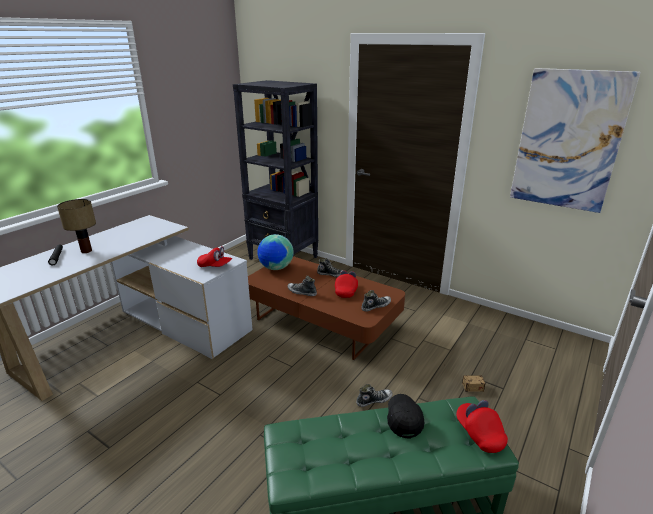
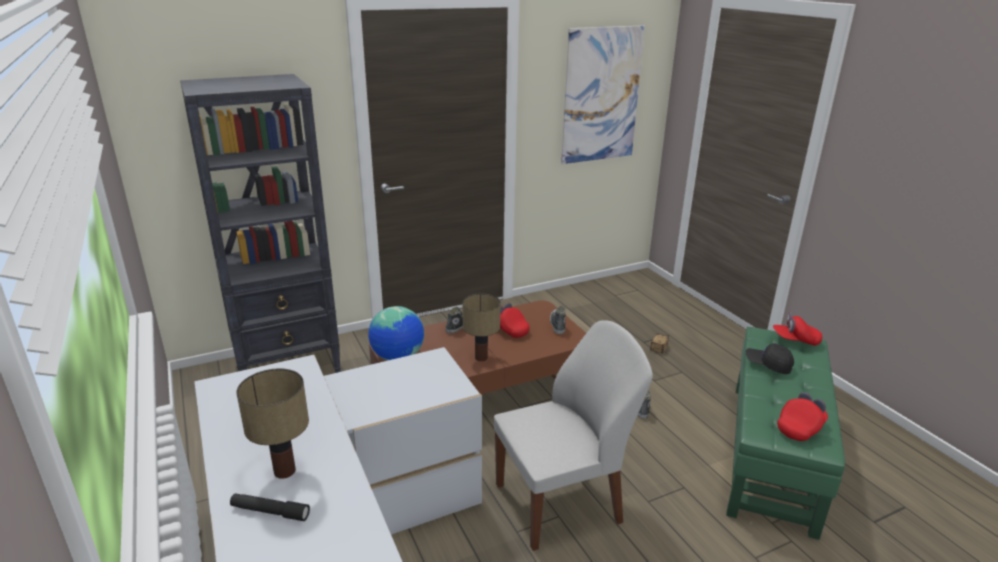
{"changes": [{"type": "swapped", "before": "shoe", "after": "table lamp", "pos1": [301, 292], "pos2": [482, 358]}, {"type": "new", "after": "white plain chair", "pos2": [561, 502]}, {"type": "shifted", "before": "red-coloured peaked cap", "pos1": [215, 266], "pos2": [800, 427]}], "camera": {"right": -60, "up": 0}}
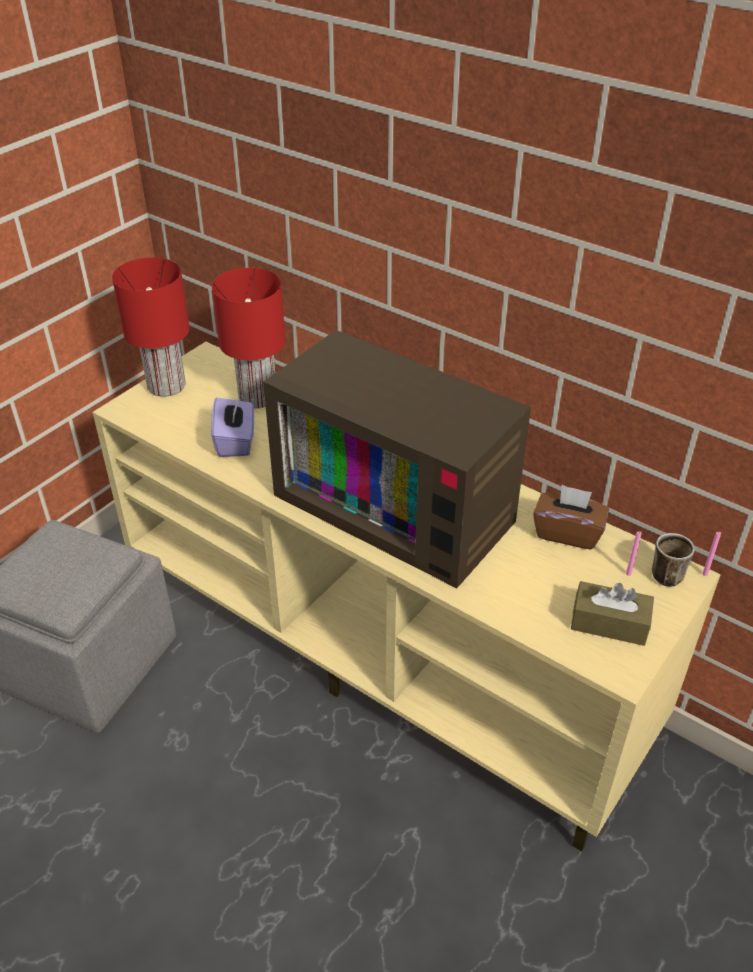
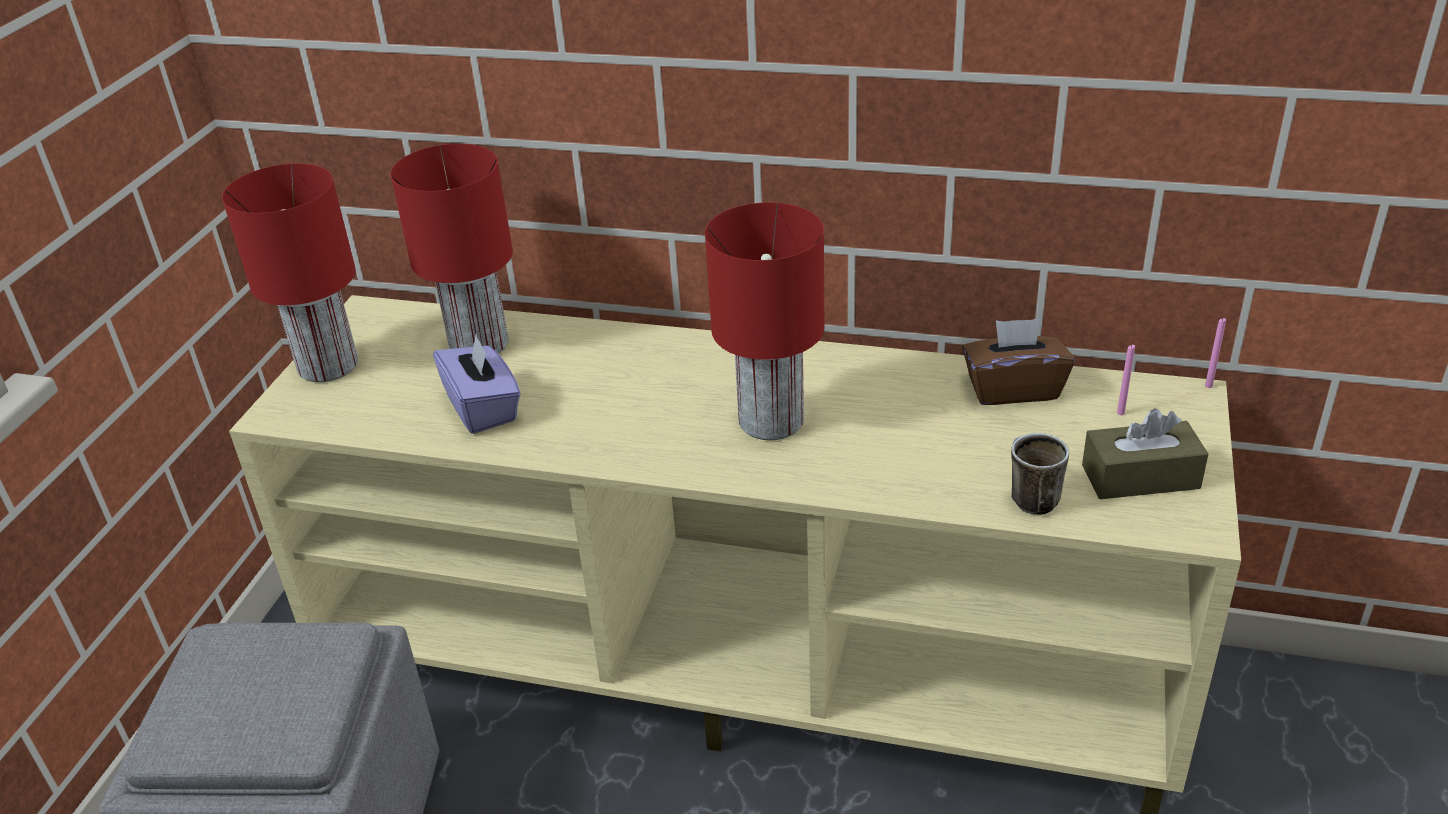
{"changes": [{"type": "swapped", "before": "TV set", "after": "red-coloured table lamp", "pos1": [399, 505], "pos2": [773, 420]}, {"type": "shifted", "before": "mug", "pos1": [664, 573], "pos2": [1028, 498]}], "camera": {"right": -20, "up": -5}}
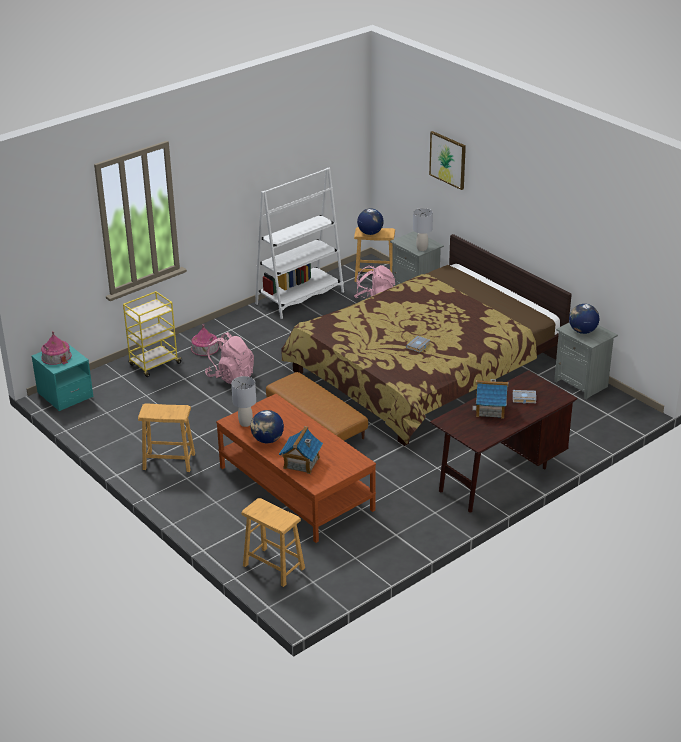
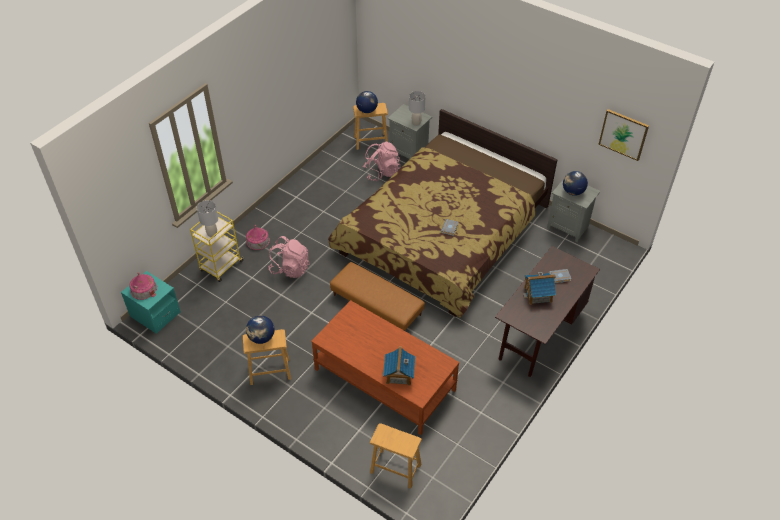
{"changes": [{"type": "shifted", "before": "grey table lamp", "pos1": [245, 423], "pos2": [212, 234]}, {"type": "shifted", "before": "globe", "pos1": [267, 440], "pos2": [261, 338]}, {"type": "shifted", "before": "picture", "pos1": [448, 160], "pos2": [623, 134]}, {"type": "gone", "before": "white bookshelf", "pos1": [300, 298]}], "camera": {"right": -15, "up": 15}}
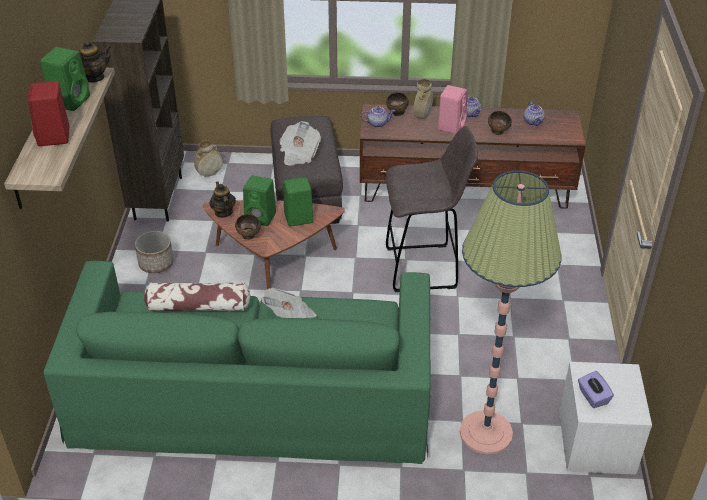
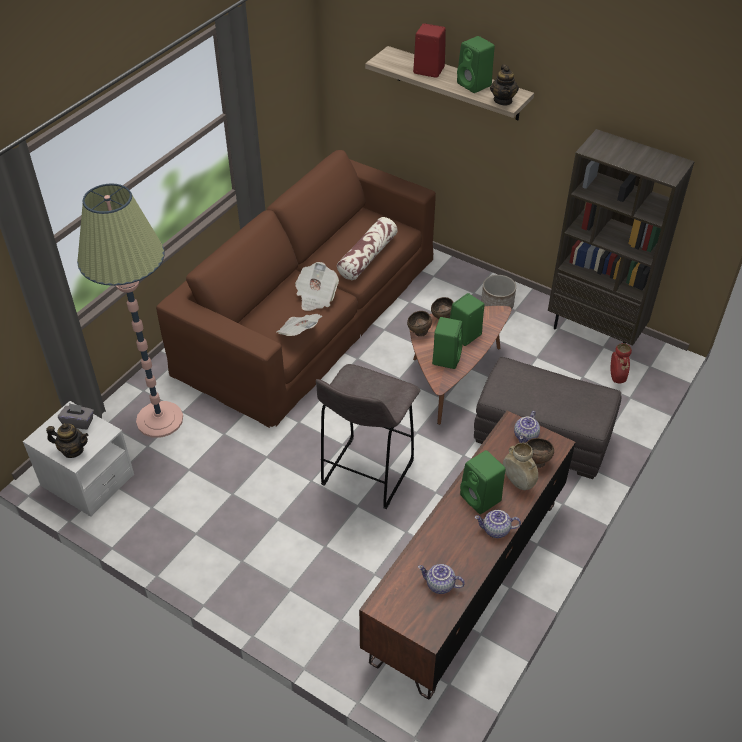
{"changes": [{"type": "shifted", "before": "teapot", "pos1": [223, 212], "pos2": [73, 450]}, {"type": "repainted", "before": "purple-coloured box of tissues", "after": "grey box of tissues", "pos1": [593, 397], "pos2": [78, 422]}, {"type": "repainted", "before": "green settee", "after": "brown-coloured settee", "pos1": [253, 394], "pos2": [308, 312]}, {"type": "shifted", "before": "newspaper", "pos1": [299, 154], "pos2": [299, 333]}, {"type": "shifted", "before": "brown-coloured bowl", "pos1": [498, 132], "pos2": [419, 333]}, {"type": "repainted", "before": "pink loudspeaker", "after": "green loudspeaker", "pos1": [451, 126], "pos2": [481, 498]}, {"type": "repainted", "before": "sand-coloured flower vase", "after": "red-coloured flower vase", "pos1": [209, 174], "pos2": [616, 378]}], "camera": {"right": 120, "up": 5}}
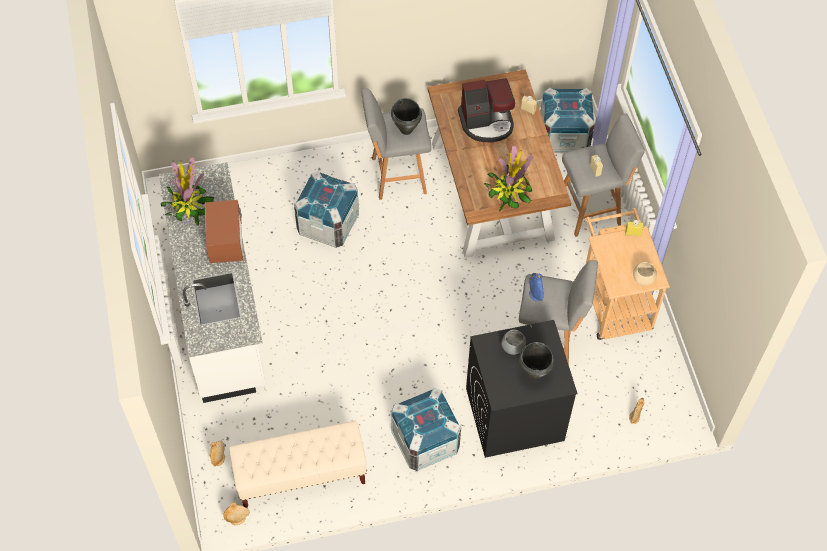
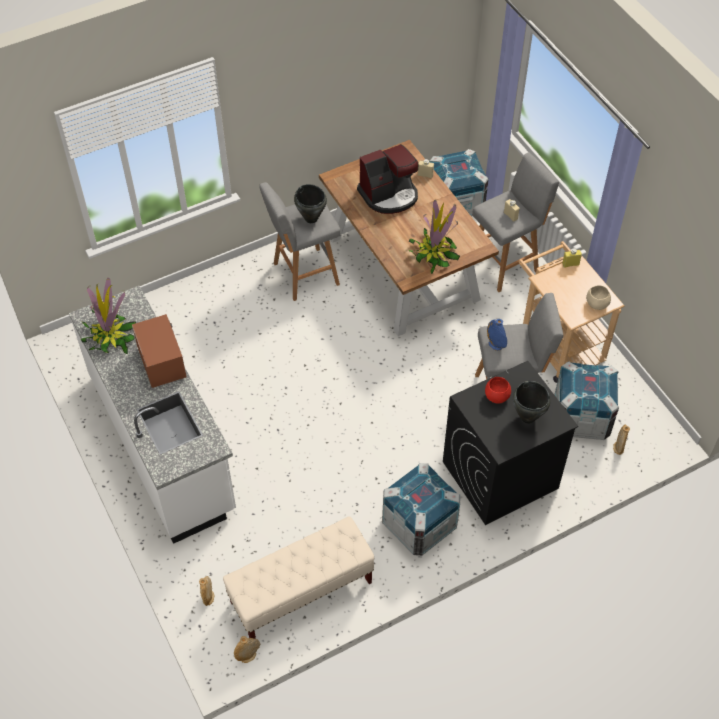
{"changes": [{"type": "repainted", "before": "grey bowl", "after": "red-coloured bowl", "pos1": [513, 347], "pos2": [497, 396]}, {"type": "shifted", "before": "shipping crate", "pos1": [328, 224], "pos2": [581, 417]}], "camera": {"right": -15, "up": -5}}
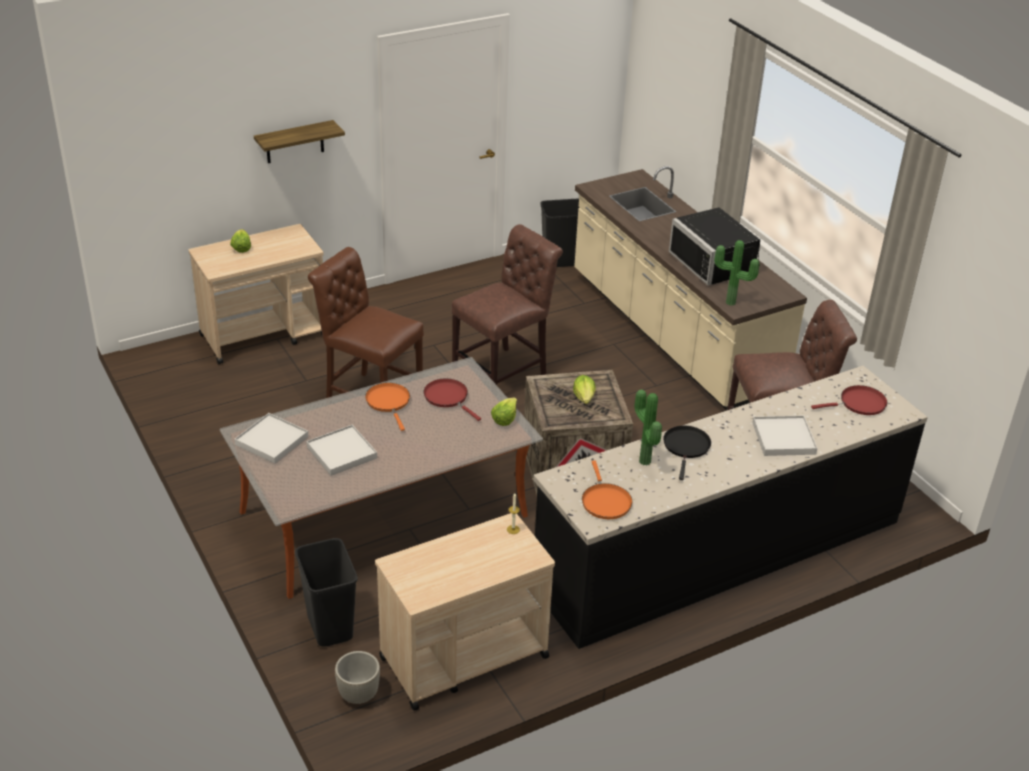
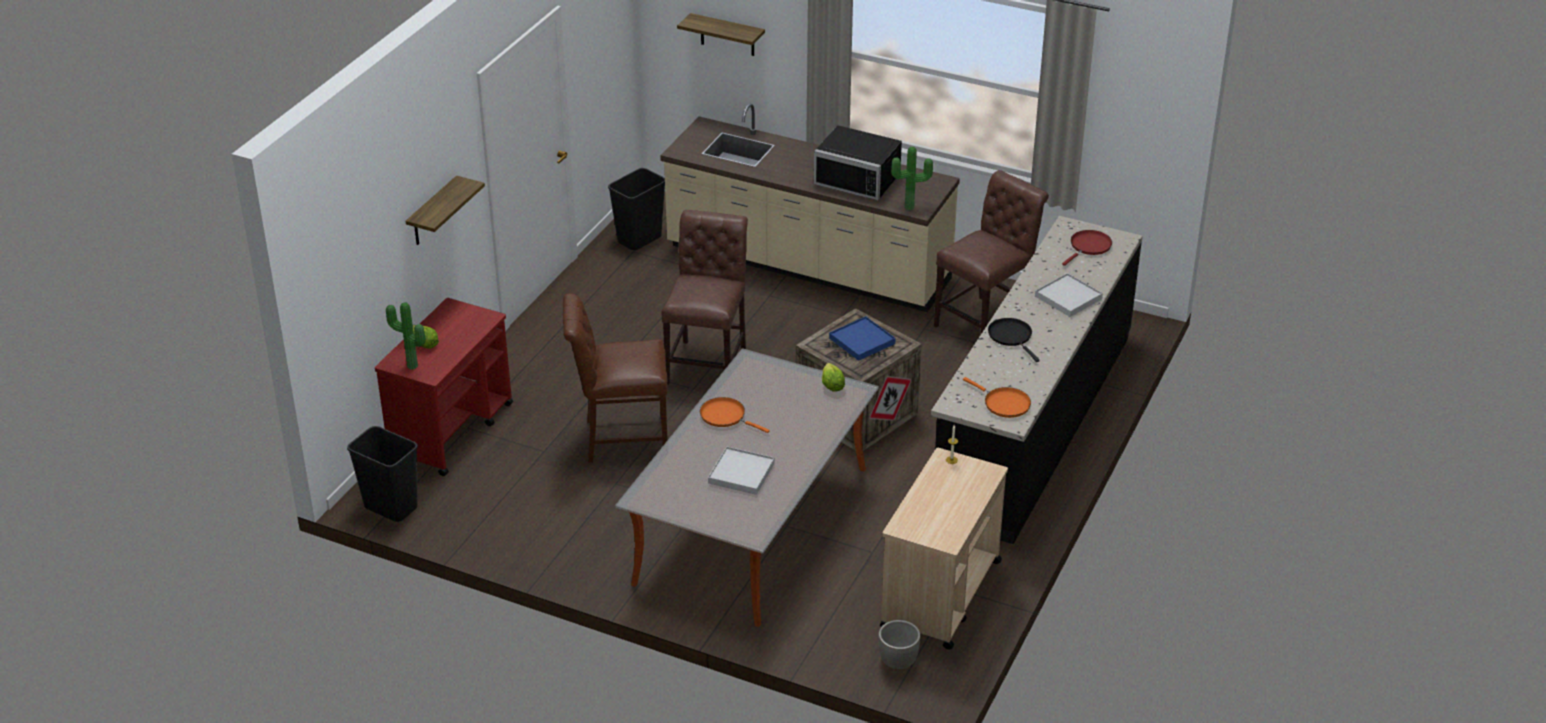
{"changes": [{"type": "shifted", "before": "black rubbish bin", "pos1": [331, 627], "pos2": [392, 507]}, {"type": "repainted", "before": "sand-coloured cart", "after": "red-coloured cart", "pos1": [264, 335], "pos2": [452, 430]}, {"type": "shifted", "before": "potted plant", "pos1": [642, 462], "pos2": [411, 367]}, {"type": "new", "after": "wall shelf", "pos2": [727, 35]}, {"type": "swapped", "before": "lettuce head", "after": "blue carrying tray", "pos1": [584, 398], "pos2": [862, 341]}, {"type": "gone", "before": "white carrying tray", "pos1": [272, 440]}, {"type": "gone", "before": "red-coloured skillet", "pos1": [448, 397]}], "camera": {"right": -35, "up": 0}}
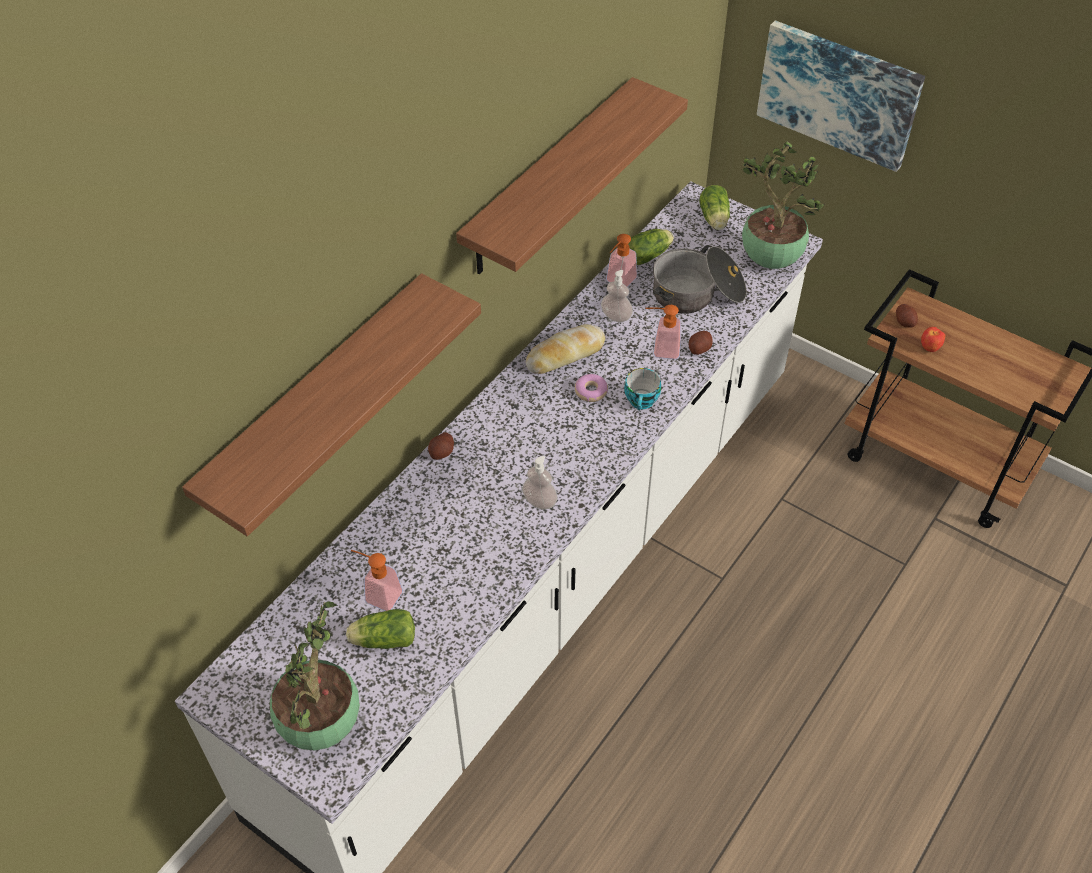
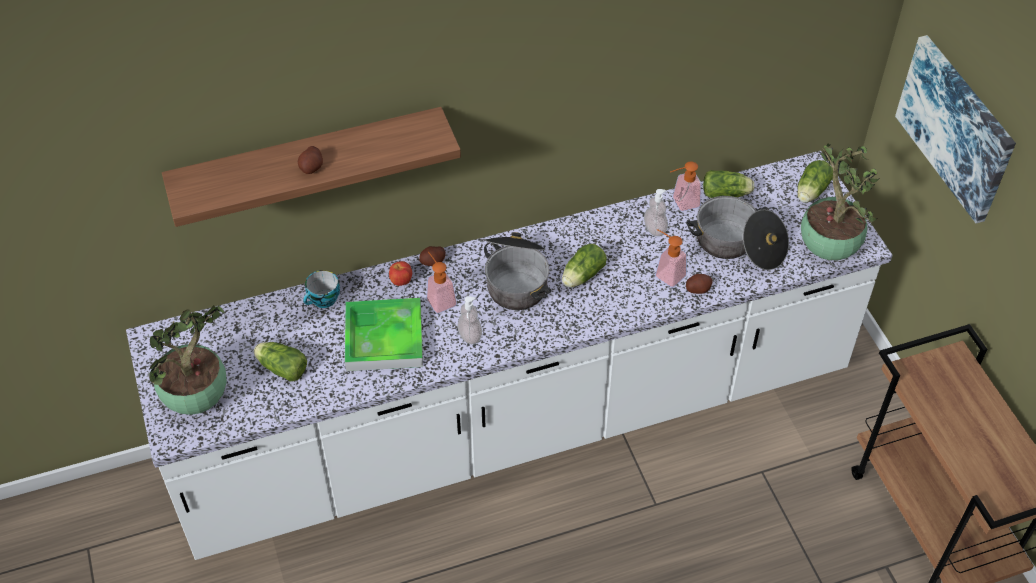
{"changes": [{"type": "shifted", "before": "whole potato", "pos1": [905, 322], "pos2": [311, 167]}, {"type": "shifted", "before": "small cup", "pos1": [642, 401], "pos2": [323, 300]}, {"type": "new", "after": "carrying tray", "pos2": [384, 338]}, {"type": "shifted", "before": "whole apple", "pos1": [929, 348], "pos2": [401, 282]}, {"type": "shifted", "before": "liquid soap bottle", "pos1": [378, 594], "pos2": [439, 298]}, {"type": "new", "after": "stockpot", "pos2": [516, 279]}, {"type": "swapped", "before": "donut", "after": "lettuce head", "pos1": [591, 391], "pos2": [581, 276]}, {"type": "gone", "before": "wall shelf", "pos1": [549, 178]}, {"type": "gone", "before": "bakery bread", "pos1": [565, 354]}], "camera": {"right": 35, "up": 0}}
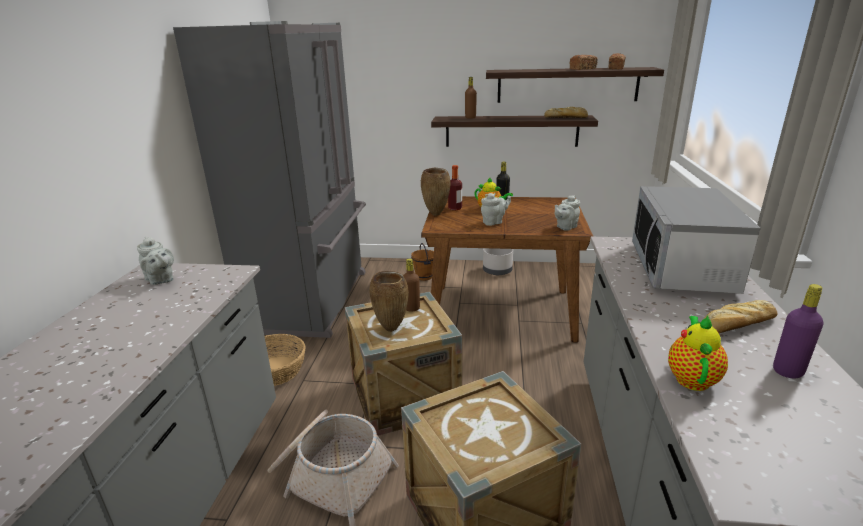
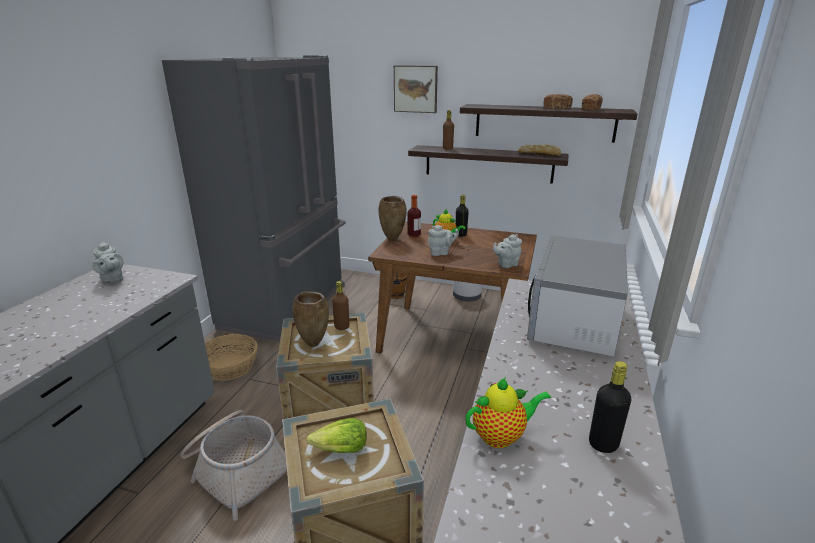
{"changes": [{"type": "new", "after": "lettuce head", "pos2": [341, 450]}, {"type": "new", "after": "picture", "pos2": [416, 89]}, {"type": "rotated", "before": "teapot", "pos1": [692, 378], "pos2": [501, 436], "turn": 45}, {"type": "repainted", "before": "purple-coloured beverage bottle", "after": "black beverage bottle", "pos1": [788, 371], "pos2": [603, 444]}, {"type": "gone", "before": "bakery bread", "pos1": [737, 324]}], "camera": {"right": 10, "up": 0}}
